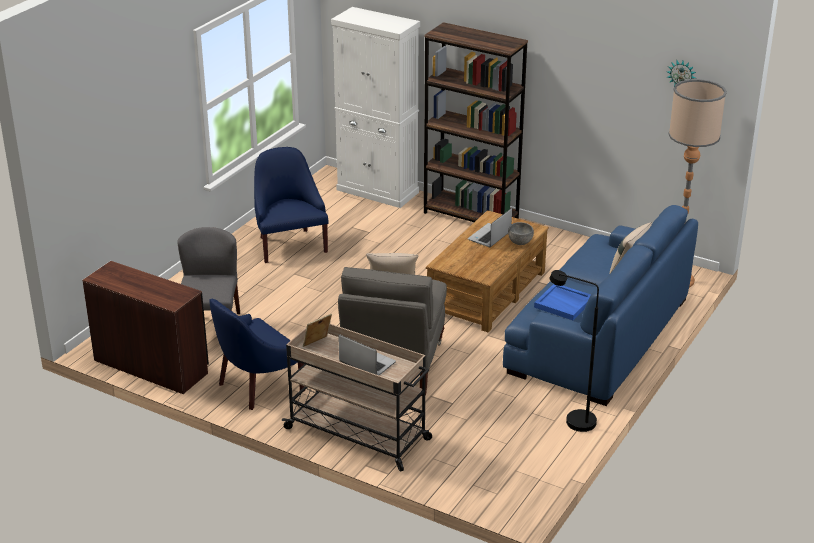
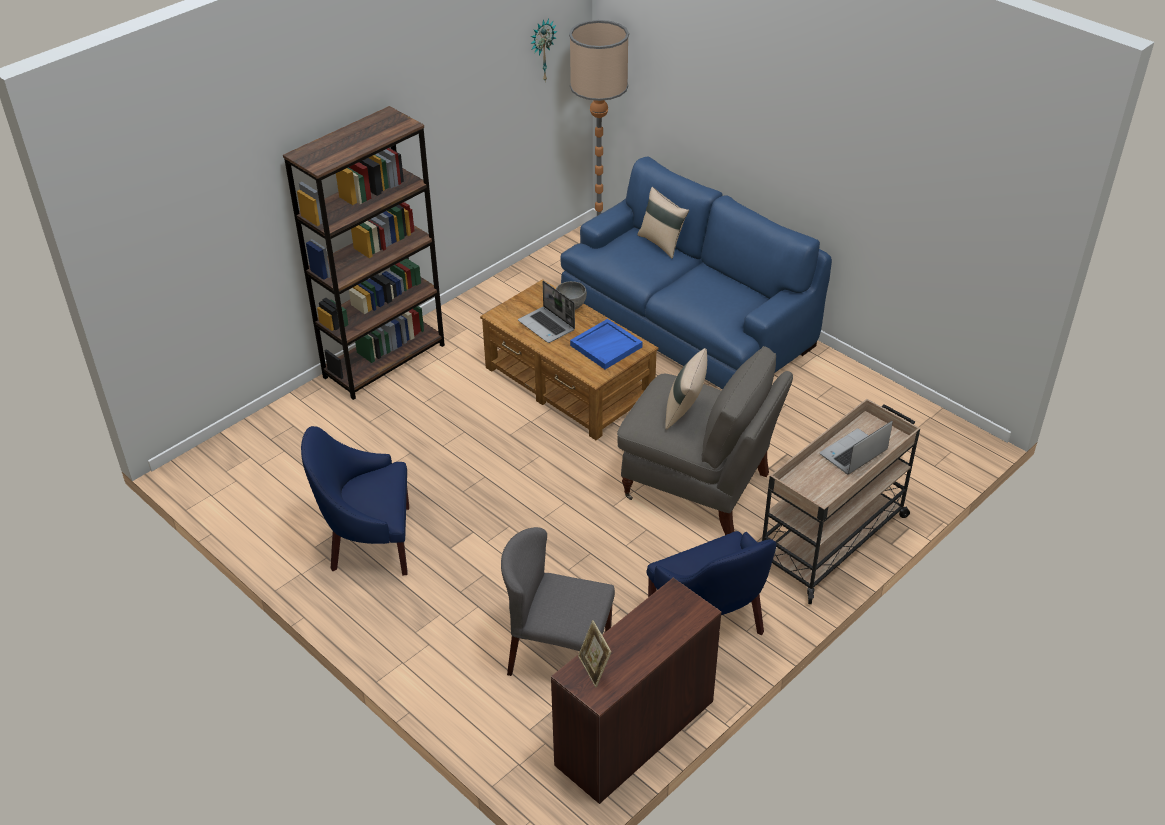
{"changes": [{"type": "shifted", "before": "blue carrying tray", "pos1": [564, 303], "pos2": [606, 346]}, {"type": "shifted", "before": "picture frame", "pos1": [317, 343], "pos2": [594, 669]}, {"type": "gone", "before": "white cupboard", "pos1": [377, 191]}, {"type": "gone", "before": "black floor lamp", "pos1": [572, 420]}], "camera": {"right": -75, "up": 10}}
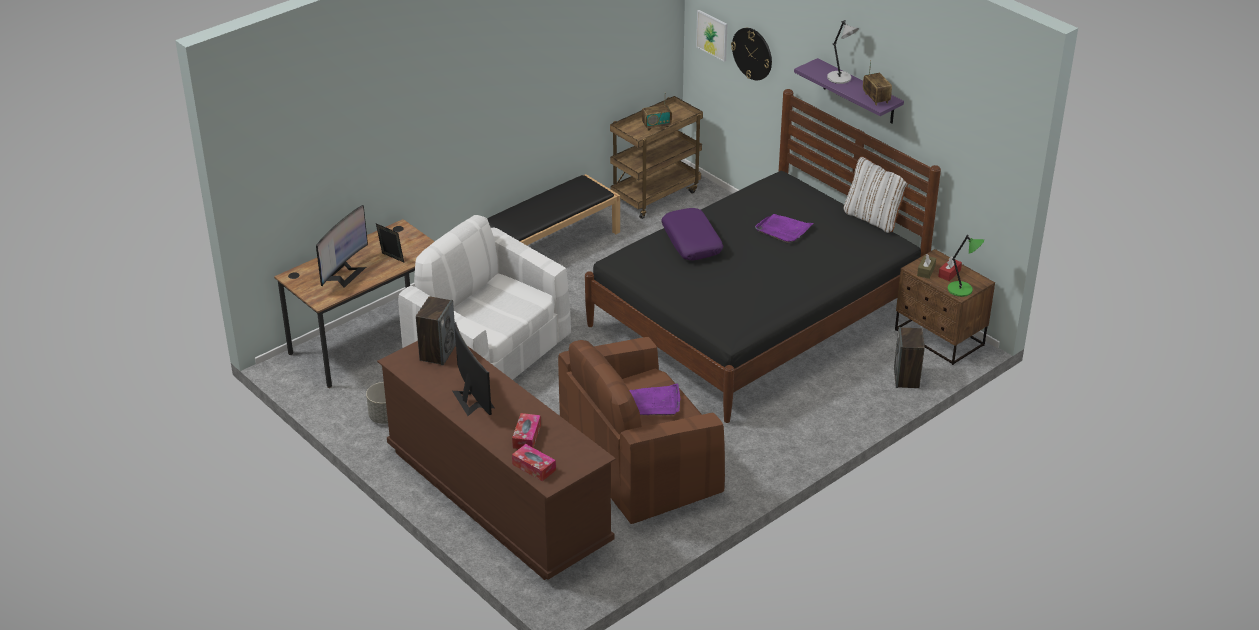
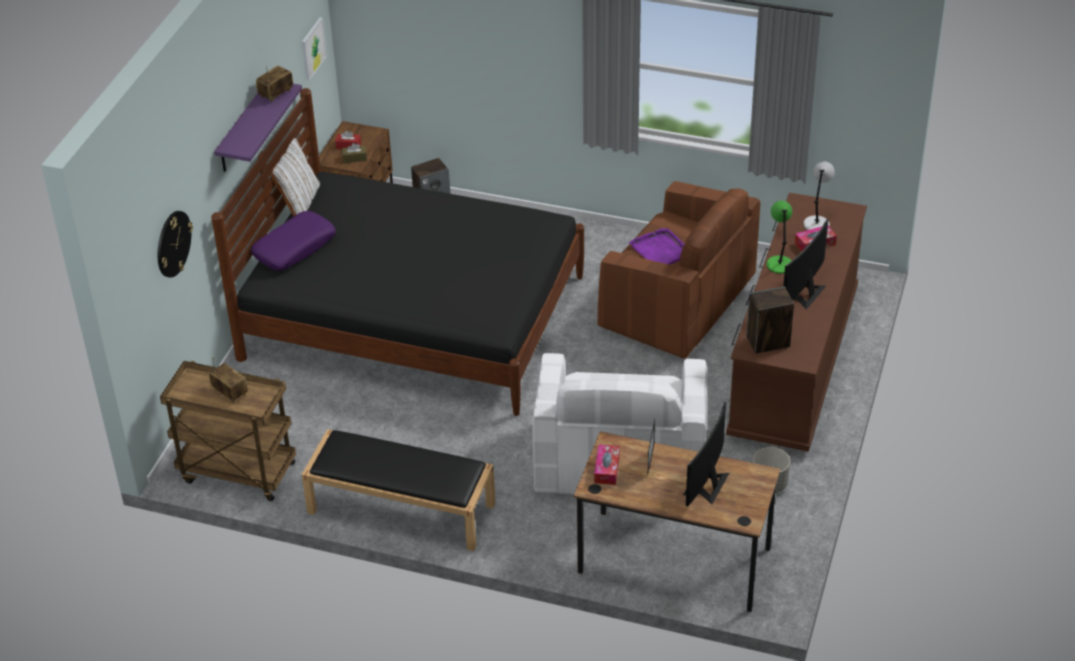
{"changes": [{"type": "shifted", "before": "purple-coloured throw pillow", "pos1": [692, 241], "pos2": [294, 248]}, {"type": "shifted", "before": "picture", "pos1": [712, 35], "pos2": [313, 48]}, {"type": "shifted", "before": "box of tissues", "pos1": [534, 467], "pos2": [607, 469]}, {"type": "rotated", "before": "computer screen", "pos1": [344, 274], "pos2": [706, 484], "turn": -60}, {"type": "shifted", "before": "green table lamp", "pos1": [961, 290], "pos2": [779, 264]}, {"type": "shifted", "before": "grey table lamp", "pos1": [840, 78], "pos2": [816, 223]}, {"type": "gone", "before": "purple-coloured carrying tray", "pos1": [783, 230]}], "camera": {"right": -120, "up": 5}}
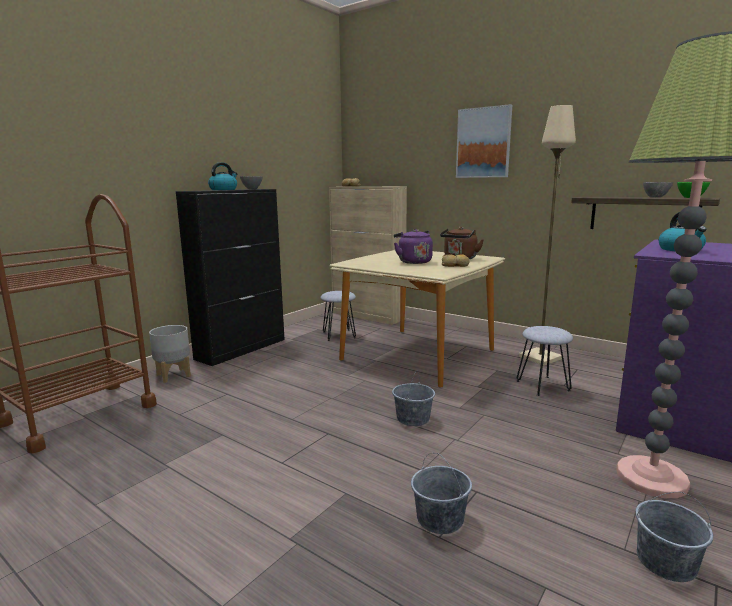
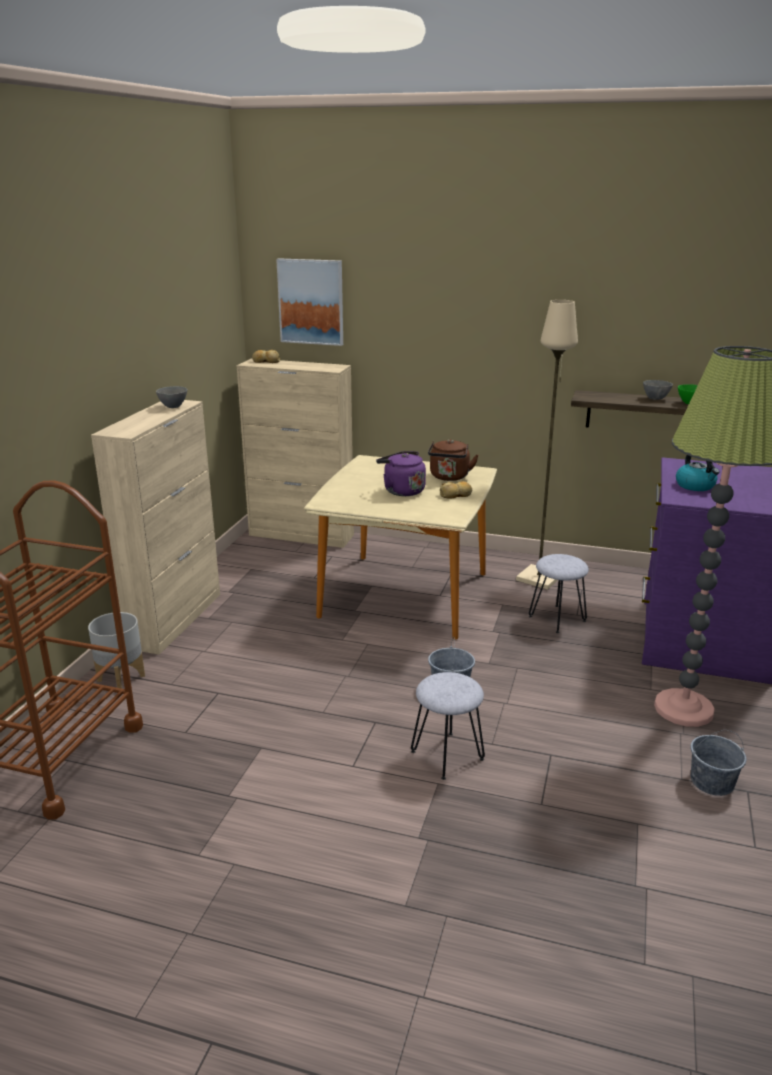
{"changes": [{"type": "repainted", "before": "black cupboard", "after": "sand-coloured cupboard", "pos1": [242, 349], "pos2": [175, 619]}, {"type": "shifted", "before": "picture", "pos1": [483, 143], "pos2": [311, 302]}, {"type": "shifted", "before": "grey sitting stool", "pos1": [339, 335], "pos2": [447, 755]}, {"type": "gone", "before": "water kettle", "pos1": [223, 189]}, {"type": "gone", "before": "grey water bucket", "pos1": [440, 519]}], "camera": {"right": -20, "up": 10}}
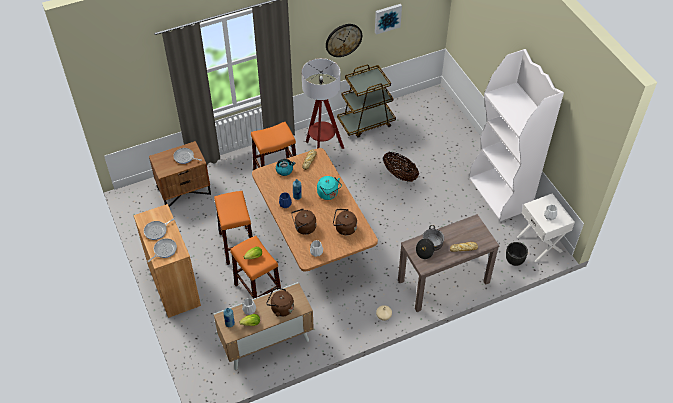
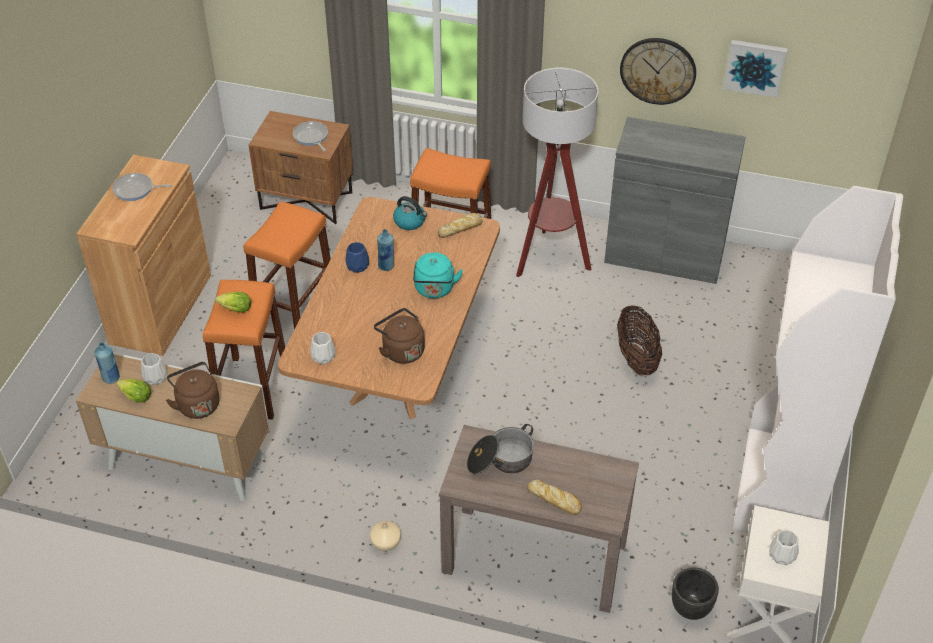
{"changes": [{"type": "swapped", "before": "brown-coloured cart", "after": "grey cupboard", "pos1": [366, 122], "pos2": [664, 254]}, {"type": "gone", "before": "skillet", "pos1": [164, 250]}, {"type": "gone", "before": "brown-coloured water kettle", "pos1": [304, 228]}], "camera": {"right": 40, "up": -5}}
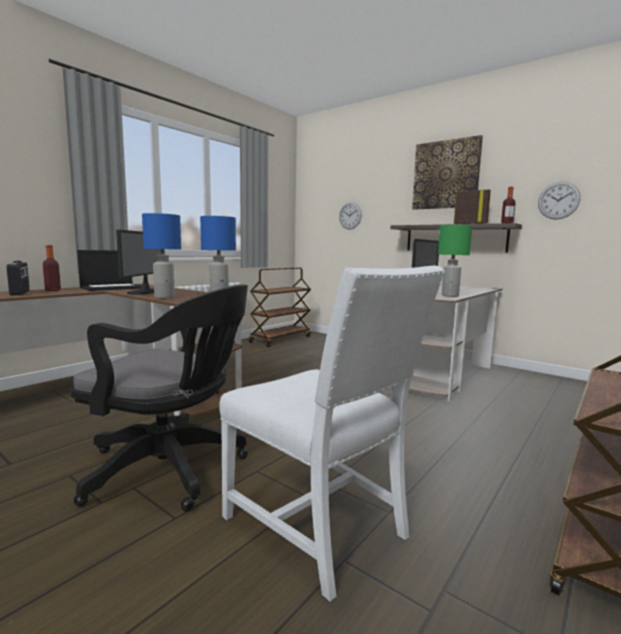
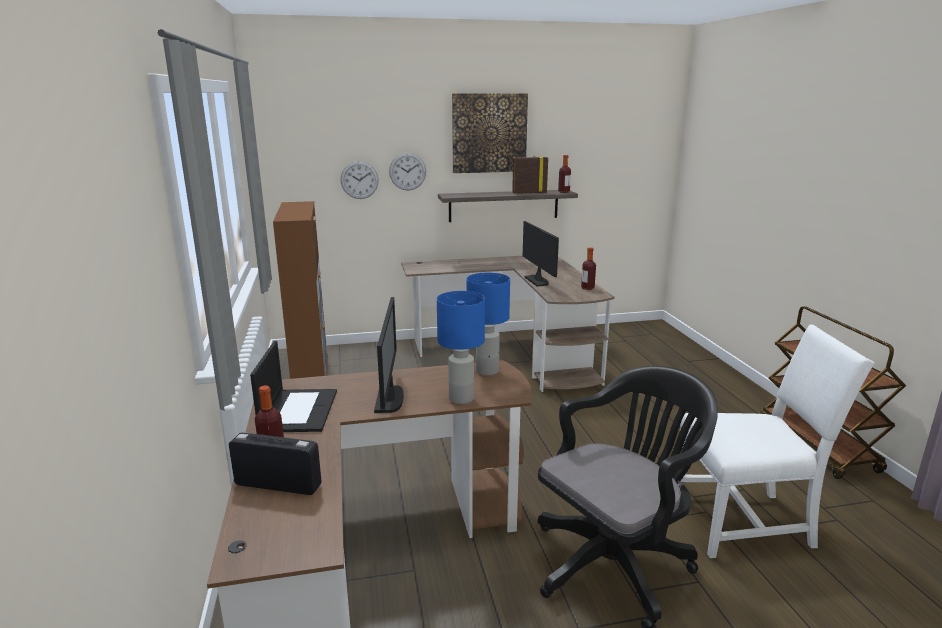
{"changes": [{"type": "swapped", "before": "brown-coloured cart", "after": "brown-coloured cupboard", "pos1": [280, 339], "pos2": [311, 376]}, {"type": "rotated", "before": "computer screen", "pos1": [145, 292], "pos2": [390, 399], "turn": 45}, {"type": "shifted", "before": "hanging clock", "pos1": [558, 200], "pos2": [407, 171]}, {"type": "swapped", "before": "green table lamp", "after": "beverage bottle", "pos1": [450, 296], "pos2": [587, 288]}], "camera": {"right": -50, "up": 10}}
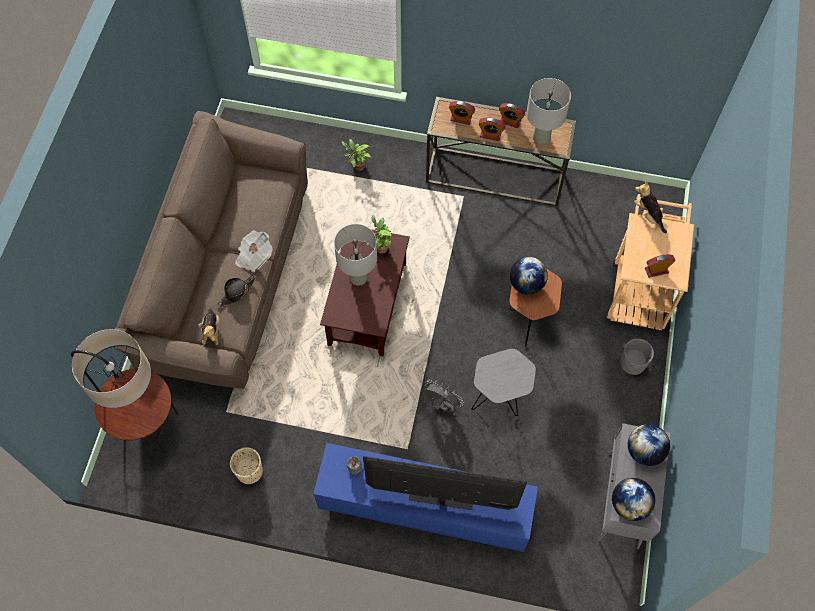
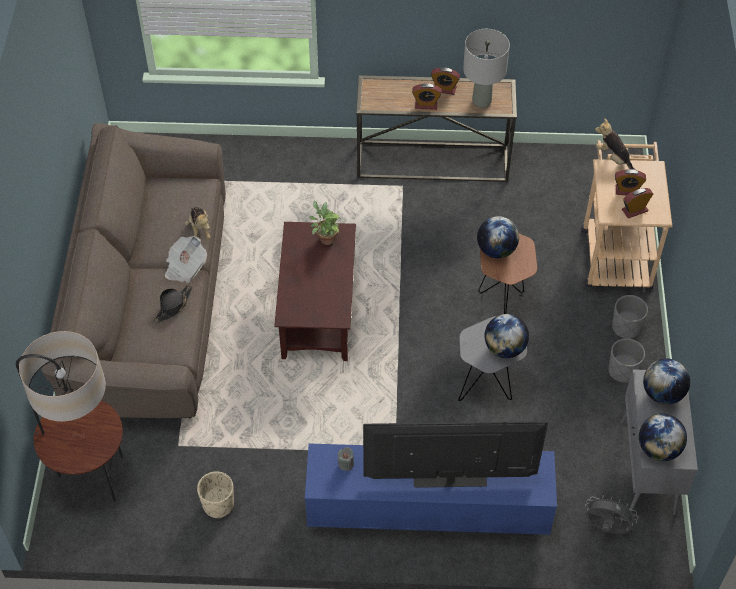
{"changes": [{"type": "shifted", "before": "plush toy", "pos1": [212, 331], "pos2": [200, 229]}, {"type": "new", "after": "globe", "pos2": [504, 348]}, {"type": "shifted", "before": "grey fan", "pos1": [440, 405], "pos2": [606, 528]}, {"type": "new", "after": "grey planter", "pos2": [622, 371]}, {"type": "shifted", "before": "bedside clock", "pos1": [461, 118], "pos2": [627, 191]}, {"type": "gone", "before": "grey table lamp", "pos1": [358, 278]}, {"type": "gone", "before": "potted plant", "pos1": [357, 166]}], "camera": {"right": -10, "up": -10}}
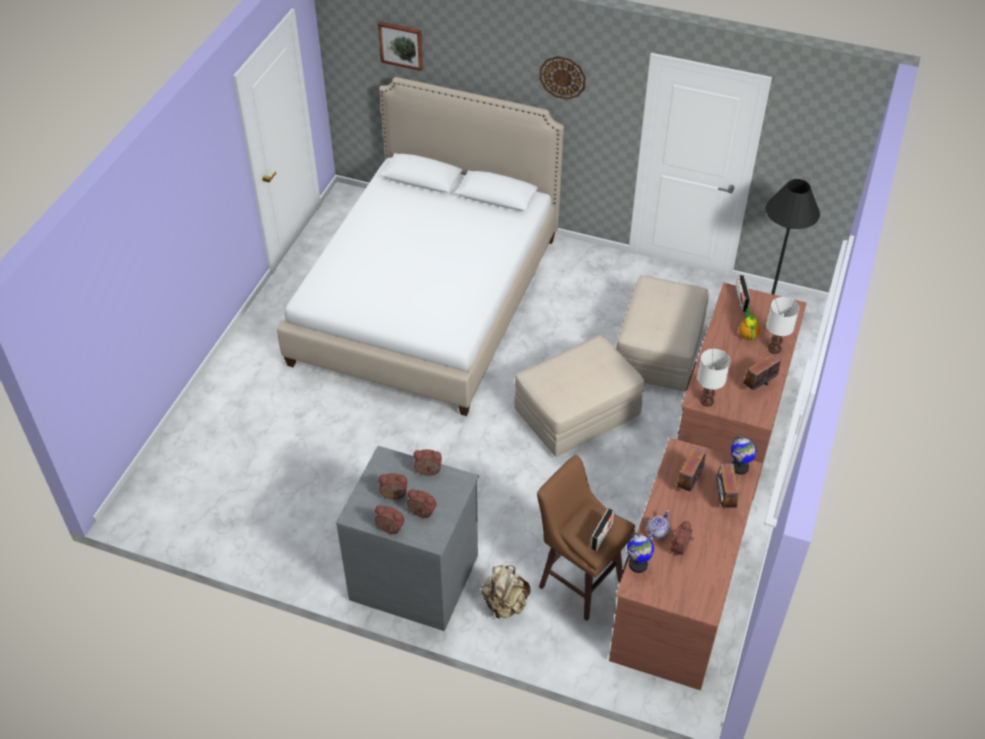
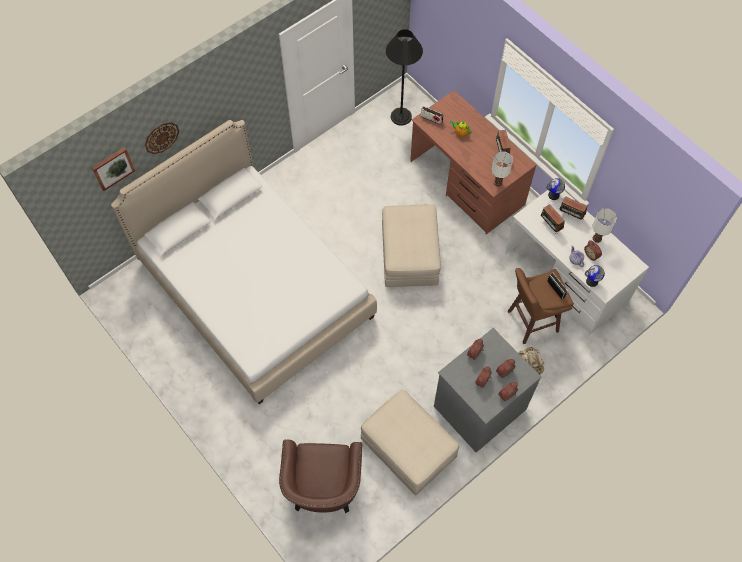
{"changes": [{"type": "shifted", "before": "hanging clock", "pos1": [562, 77], "pos2": [161, 137]}, {"type": "new", "after": "brown-coloured easy chair", "pos2": [323, 489]}, {"type": "shifted", "before": "sand-coloured pouffe", "pos1": [659, 350], "pos2": [407, 448]}, {"type": "repainted", "before": "brown-coloured desk table", "after": "white desk table", "pos1": [677, 594], "pos2": [565, 277]}, {"type": "shifted", "before": "white table lamp", "pos1": [775, 349], "pos2": [597, 238]}], "camera": {"right": -60, "up": 15}}
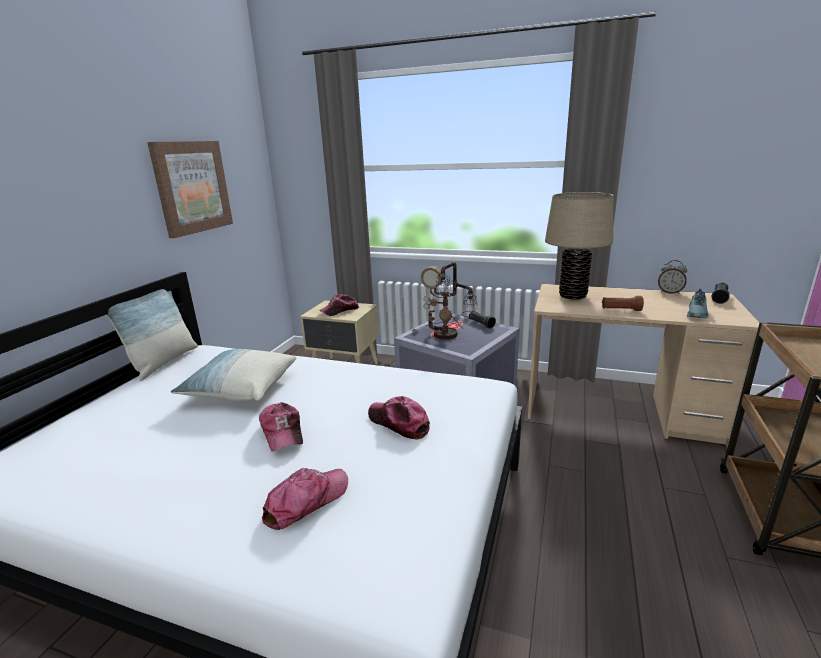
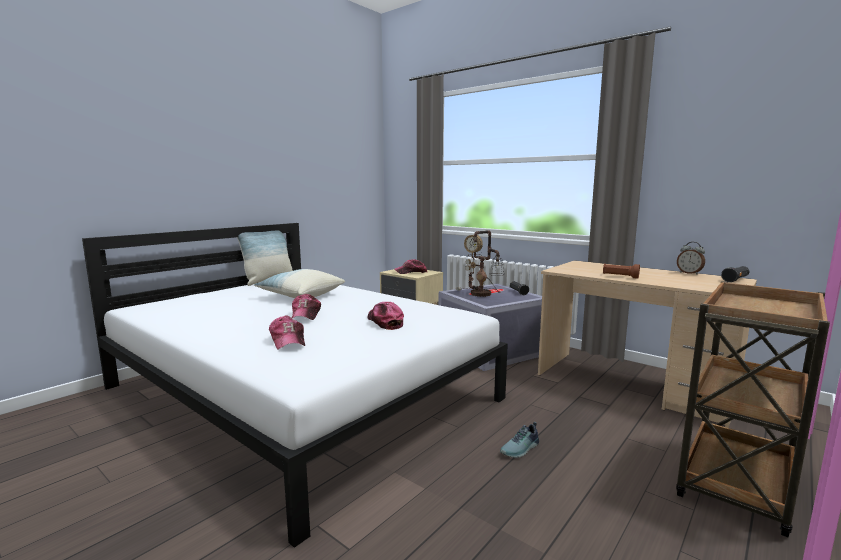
{"changes": [{"type": "rotated", "before": "peaked cap", "pos1": [306, 501], "pos2": [288, 340], "turn": 90}, {"type": "shifted", "before": "shoe", "pos1": [698, 313], "pos2": [521, 449]}, {"type": "gone", "before": "picture", "pos1": [192, 187]}, {"type": "gone", "before": "sand-coloured table lamp", "pos1": [572, 296]}], "camera": {"right": 20, "up": -10}}
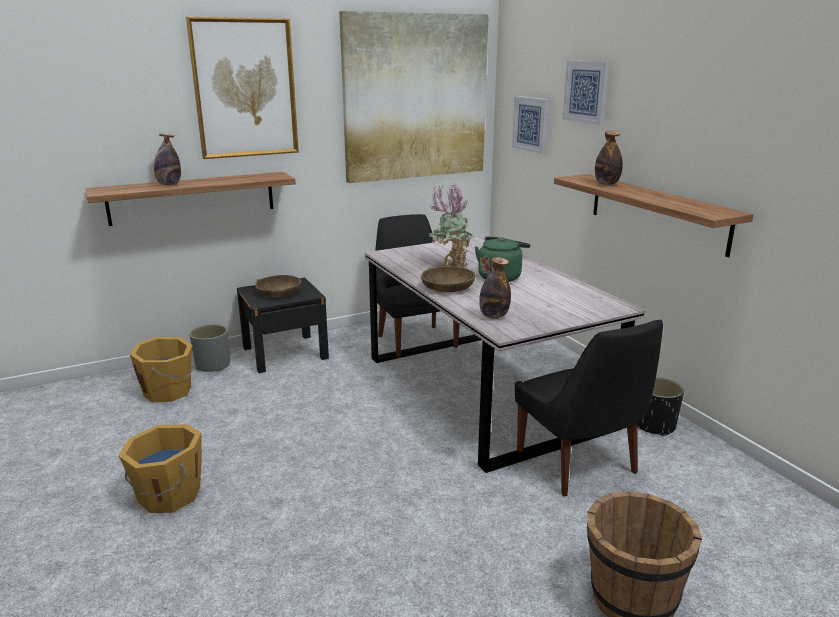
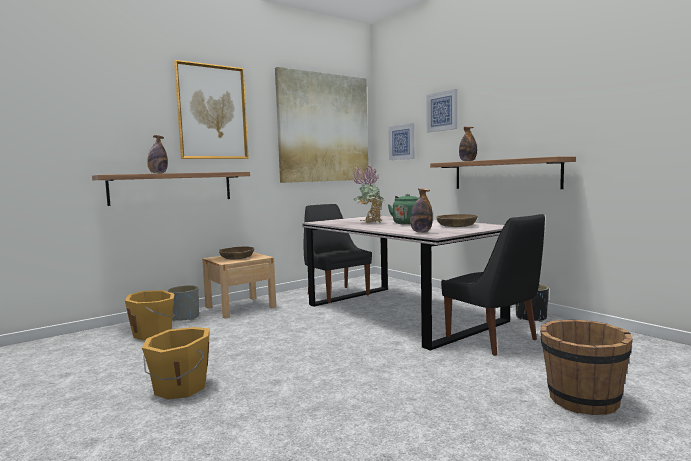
{"changes": [{"type": "repainted", "before": "black bedside table", "after": "sand-coloured bedside table", "pos1": [285, 353], "pos2": [240, 307]}, {"type": "shifted", "before": "brown-coloured bowl", "pos1": [447, 287], "pos2": [456, 226]}], "camera": {"right": -10, "up": -15}}
